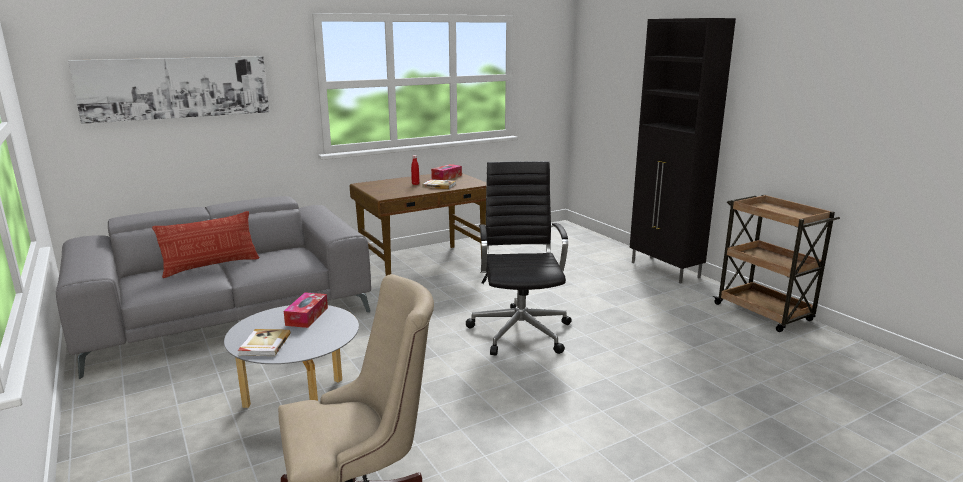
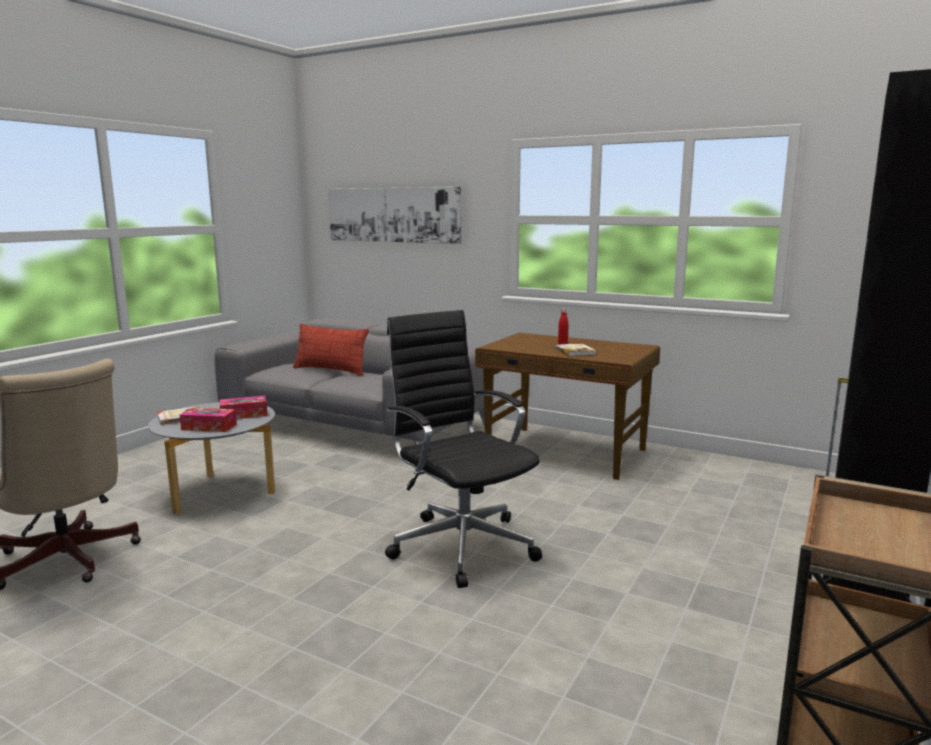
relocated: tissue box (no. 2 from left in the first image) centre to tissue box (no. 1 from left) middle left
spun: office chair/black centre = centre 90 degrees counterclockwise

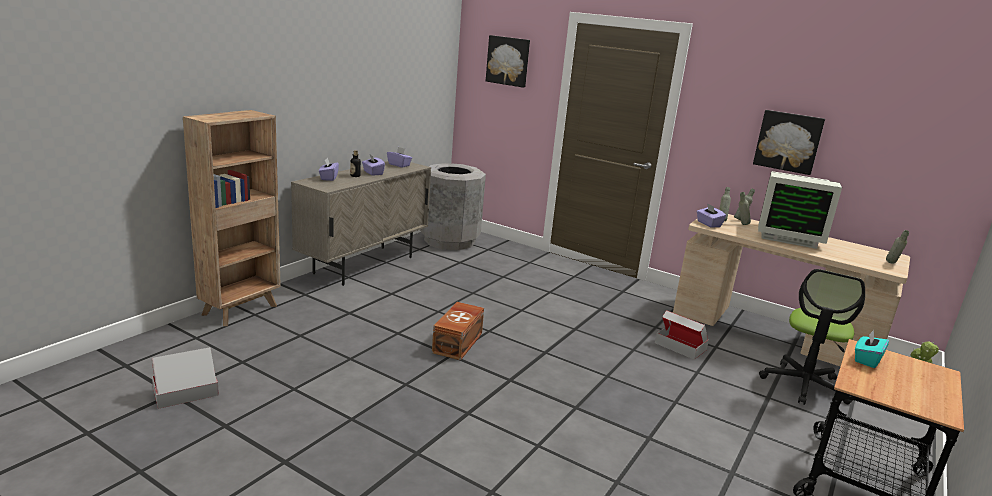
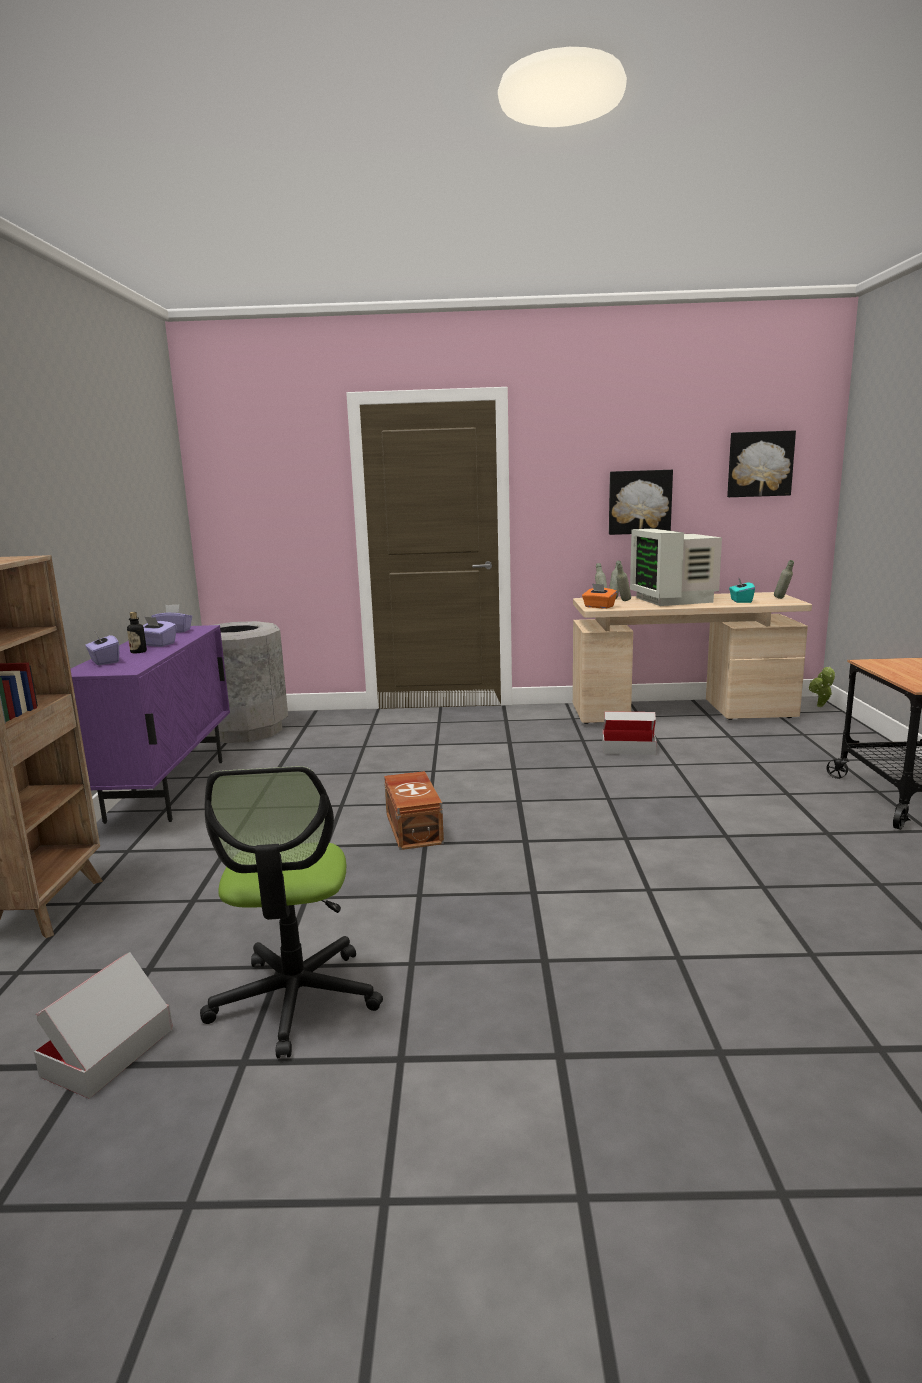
relocated: office chair bottom right to middle left; picture (no. 1 from left in the first image) top centre to picture (no. 2 from left) middle right; tissue box/turquoise bottom right to middle right
colour: cabinet/beige centre to cabinet/purple middle left; tissue box/purple (no. 4 from left) middle right to tissue box/orange centre
spun: monitor middle right = middle right 90 degrees clockwise

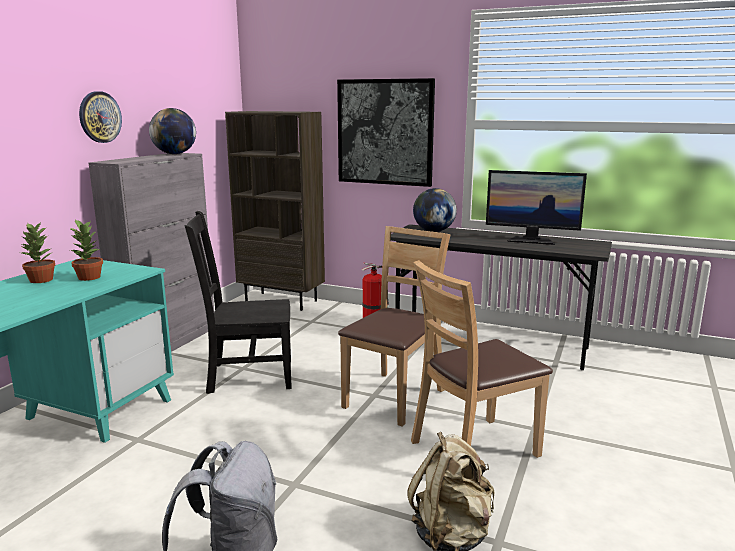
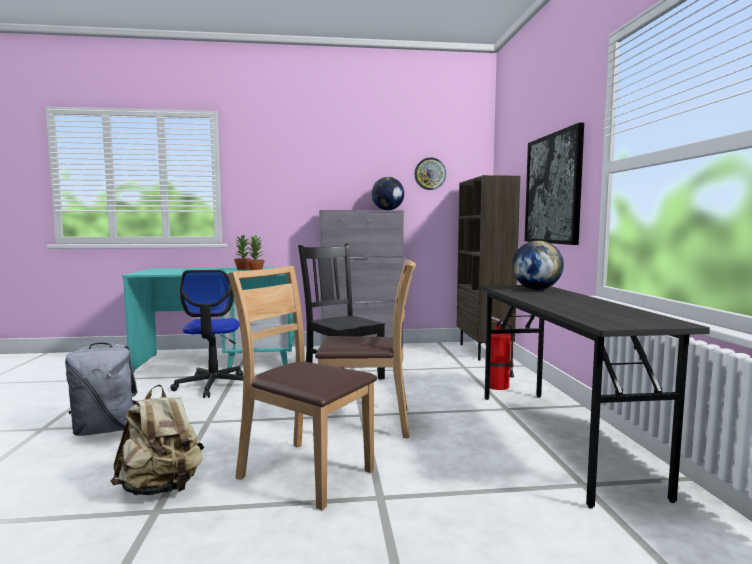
missing: monitor middle right
appeared: office chair middle left
relocated: wall clock top left to top centre

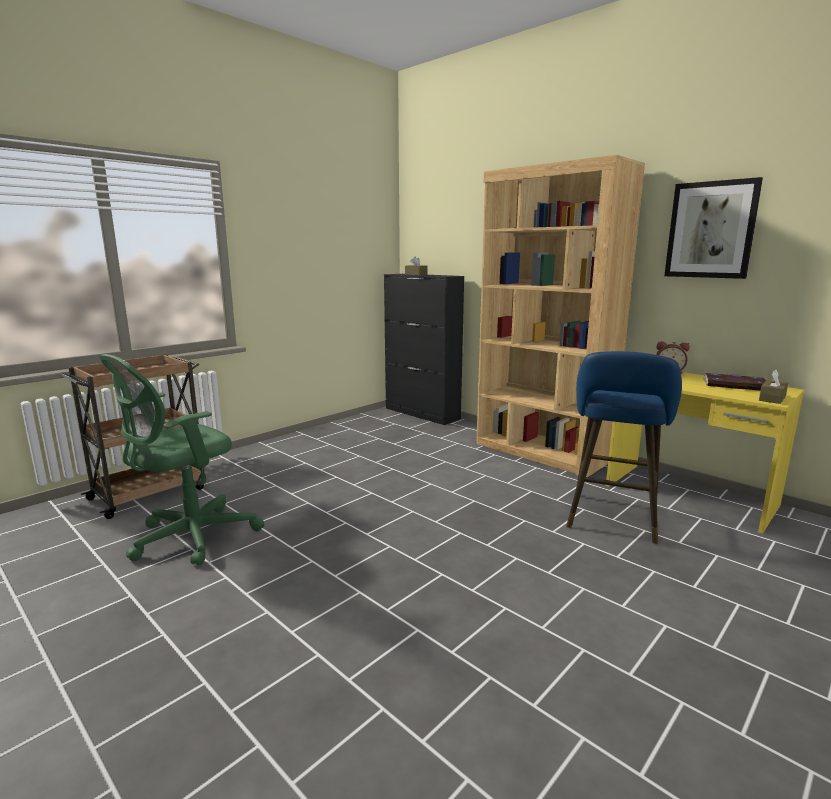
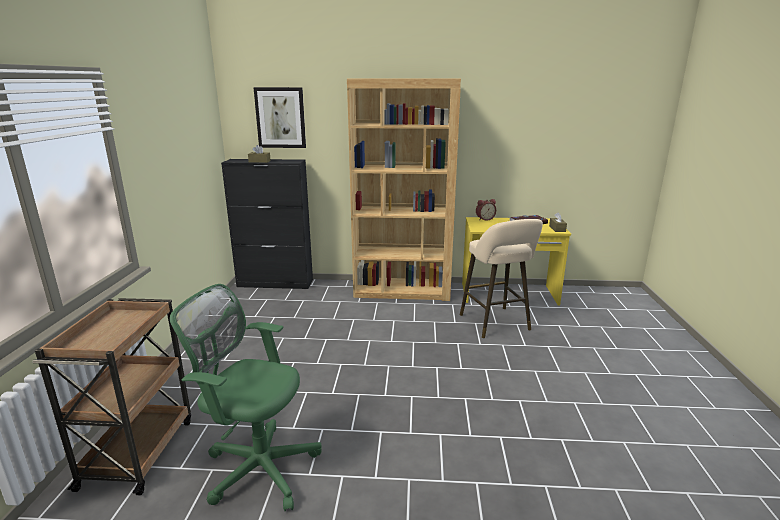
relocated: picture top right to top centre
colour: stool/blue middle right to stool/beige centre
spun: office chair/green middle left = bottom left 105 degrees clockwise

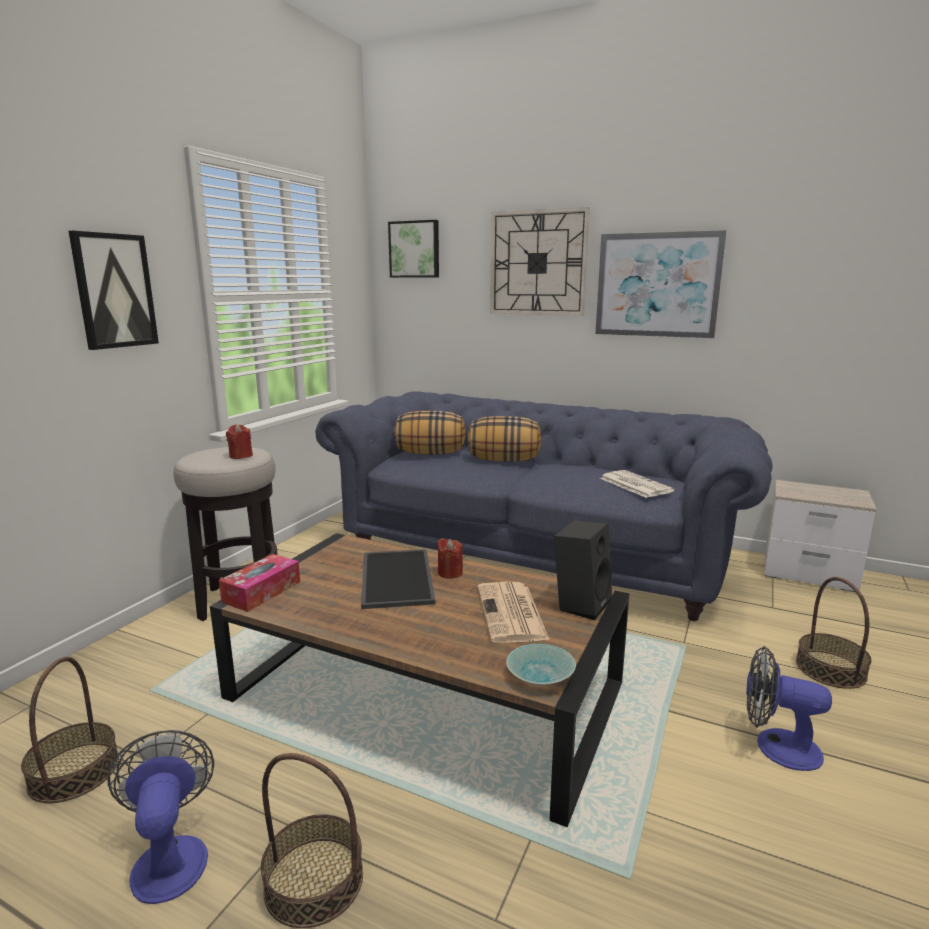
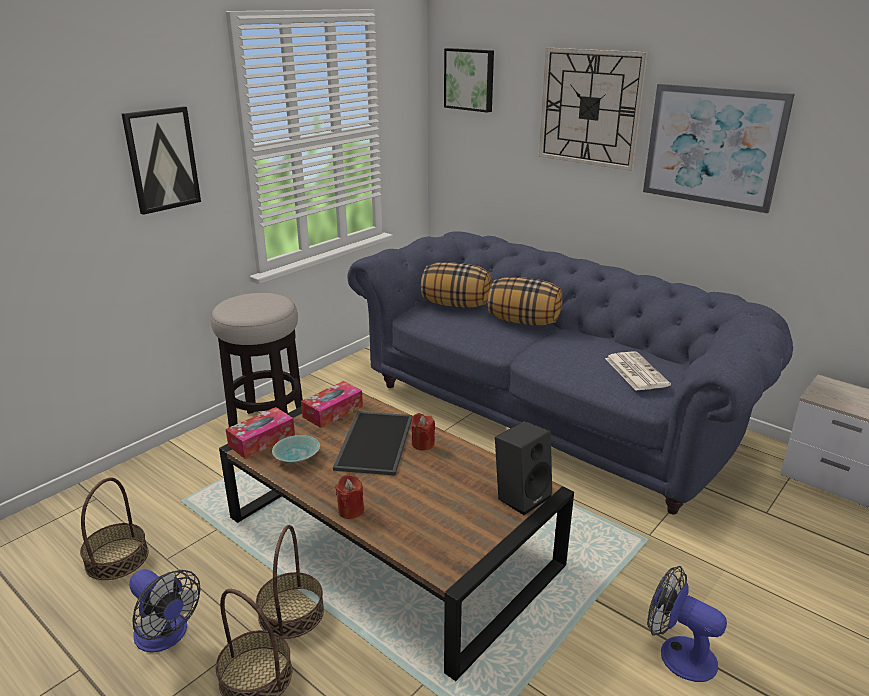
missing: newspaper (no. 1 from left) centre
appeared: tissue box (no. 2 from left) centre
relocated: basket (no. 3 from left) bottom right to bottom centre; bowl/turquoise bottom centre to centre; candle/red (no. 1 from left) middle left to bottom centre
spun: fan (no. 1 from left) bottom left = bottom left 135 degrees clockwise

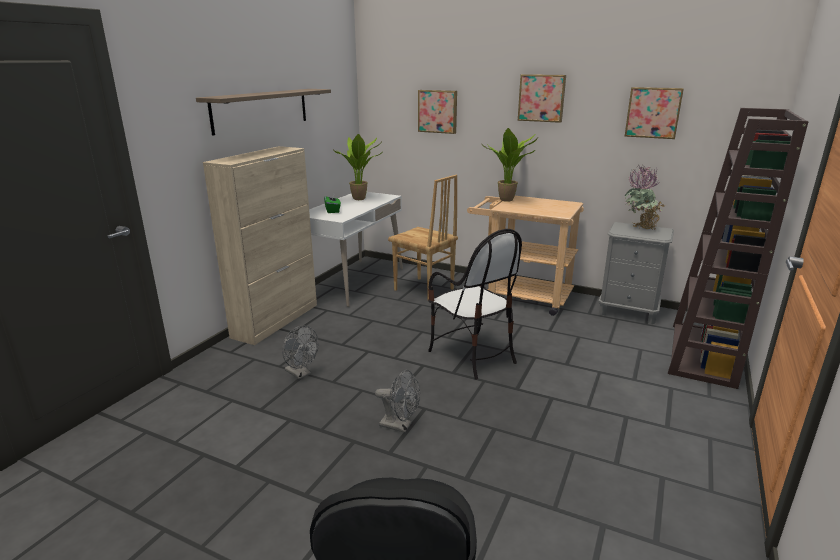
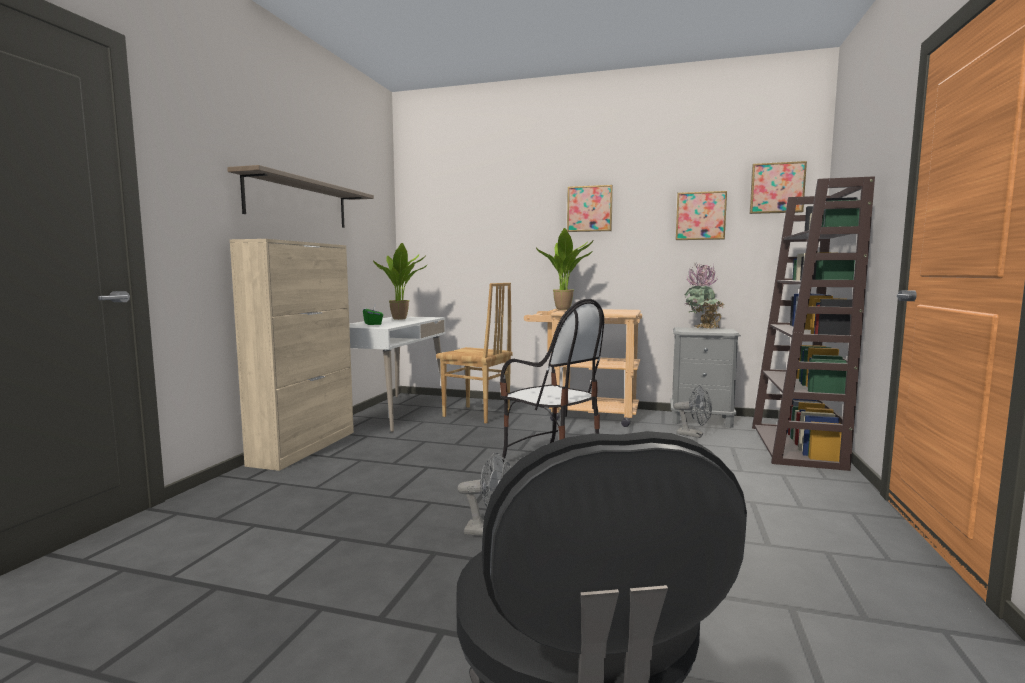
relocated: fan/grey (no. 1 from left in the first image) centre to fan/grey (no. 2 from left) middle right; picture (no. 1 from left in the first image) top centre to picture (no. 3 from left) top right

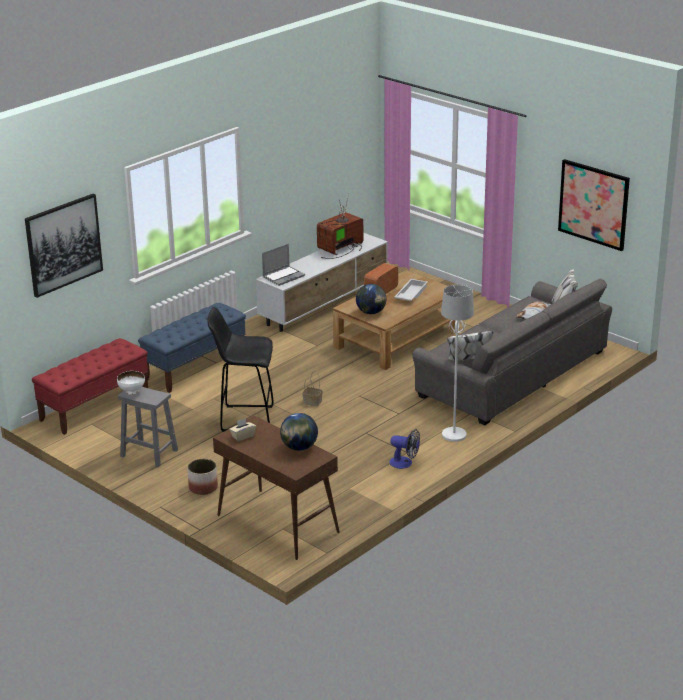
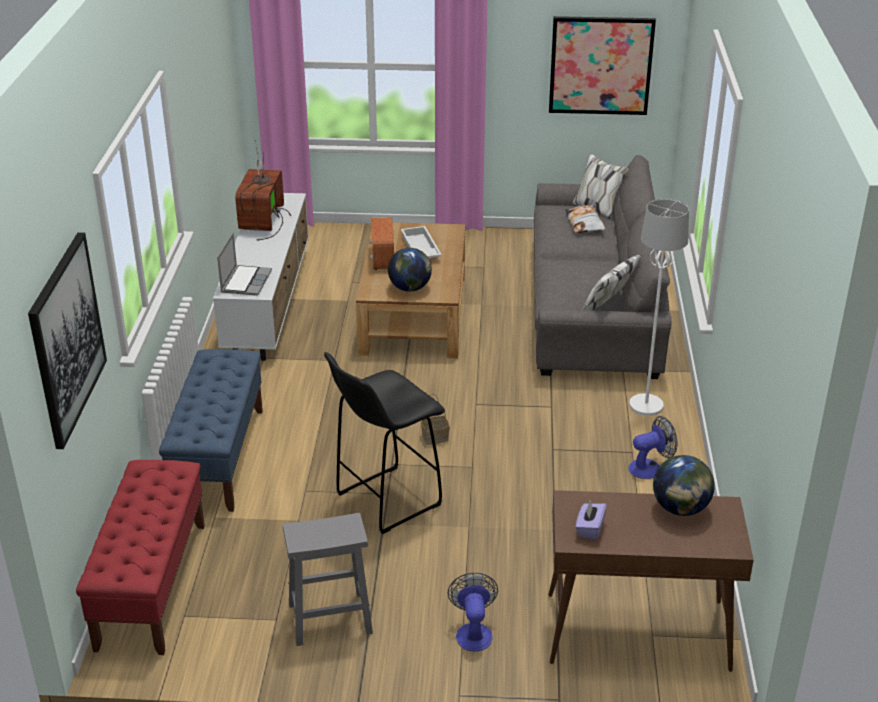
missing: bowl/white middle left
exchanged: planter bottom left to fan (no. 1 from left) bottom centre
colour: tissue box/beige centre to tissue box/purple bottom right

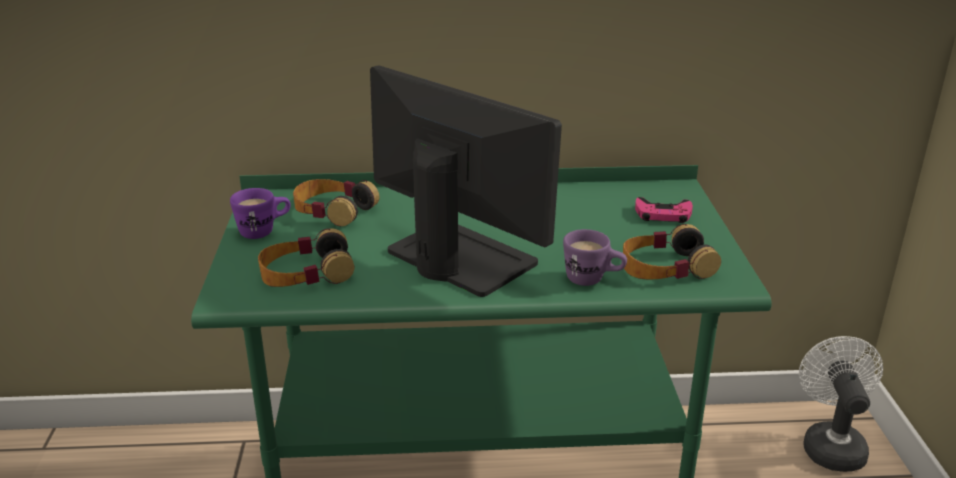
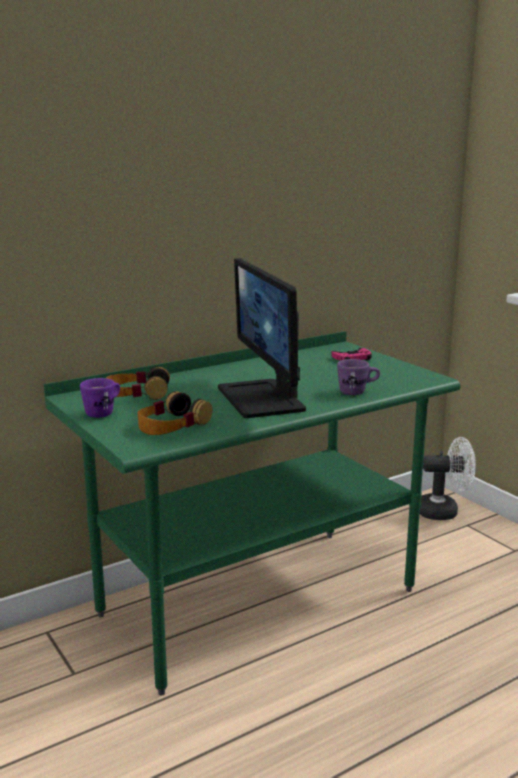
missing: headphones (no. 3 from left) middle right
spun: monitor centre = centre 120 degrees counterclockwise; fan/white bottom right = middle right 120 degrees clockwise

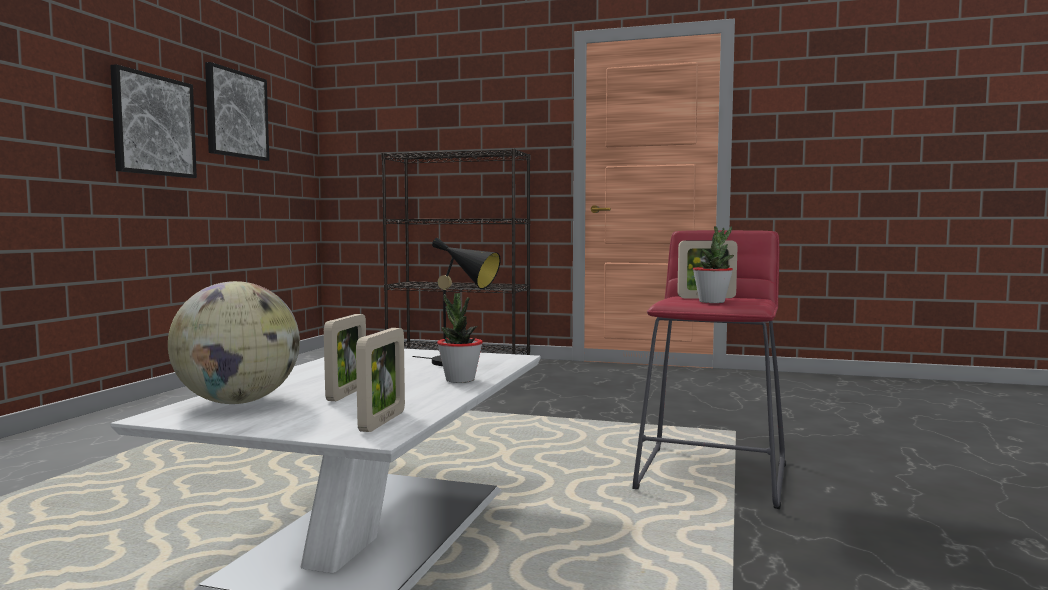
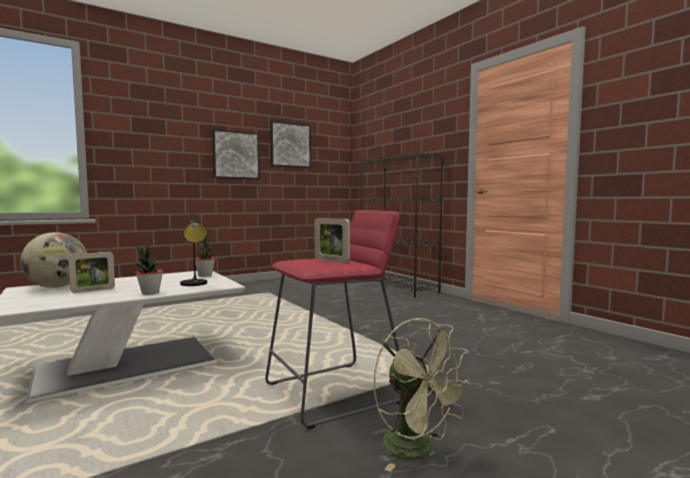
missing: picture frame (no. 2 from left) centre
appeared: fan/green bottom centre
relocated: potted plant (no. 2 from left) middle right to middle left

